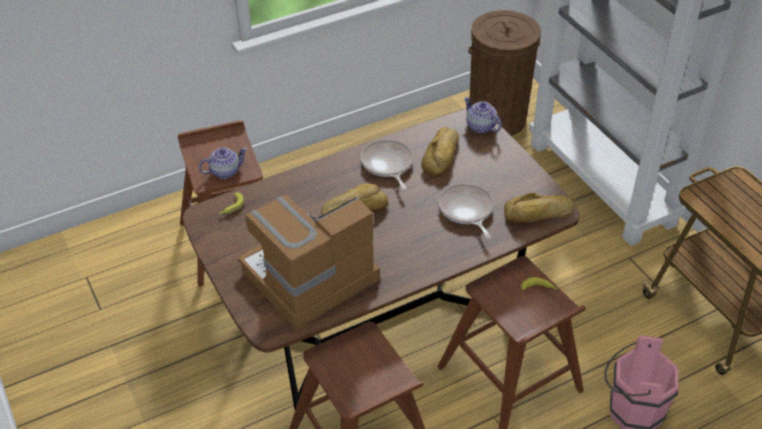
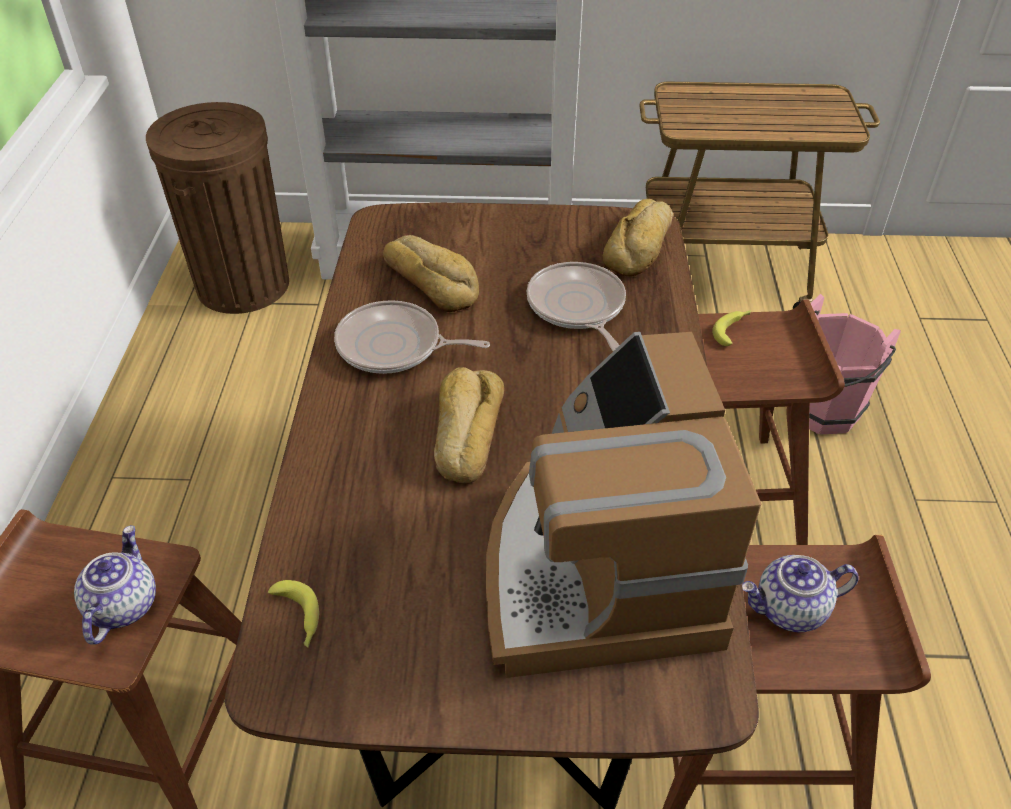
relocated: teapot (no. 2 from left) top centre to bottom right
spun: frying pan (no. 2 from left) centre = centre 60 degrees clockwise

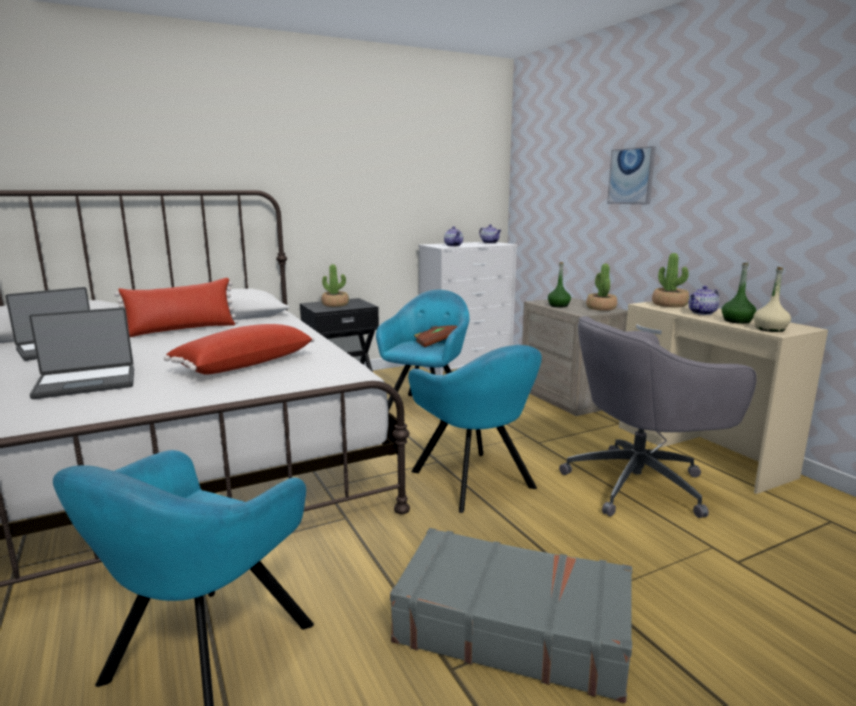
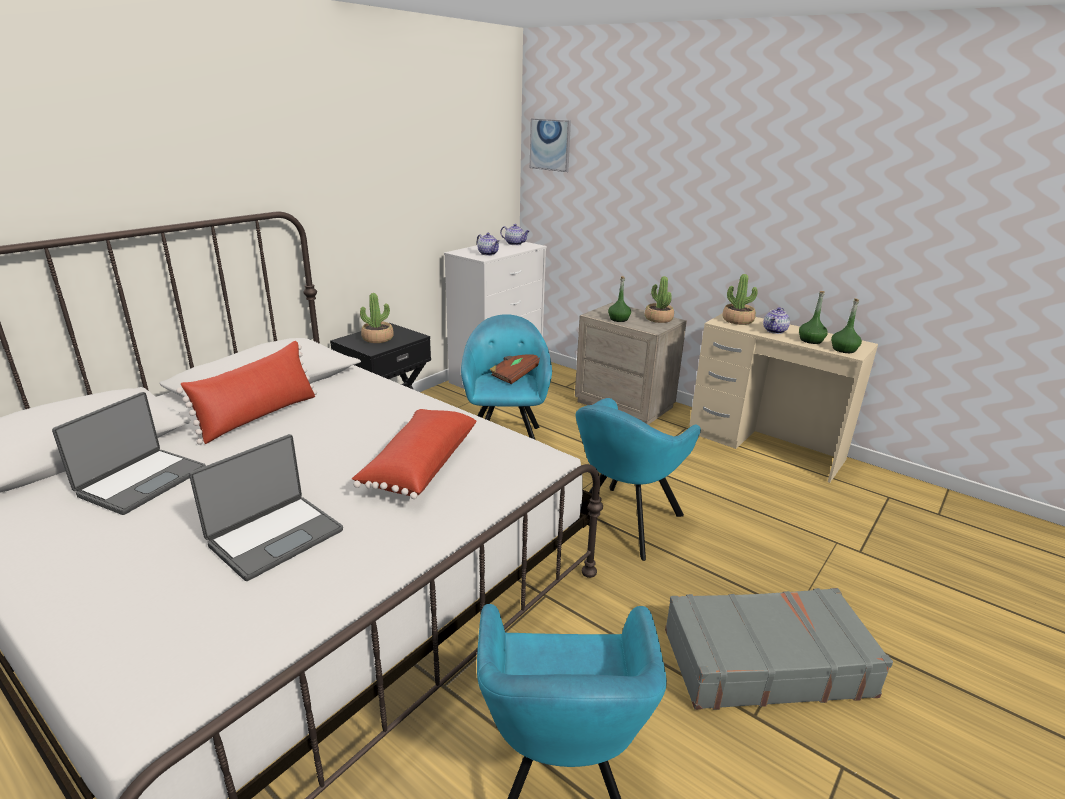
missing: office chair/grey middle right
relocated: picture top right to top centre
colour: bottle/beige middle right to bottle/green (no. 3 from left) middle right
spun: armchair/turquoise (no. 3 from left) centre = centre 90 degrees clockwise

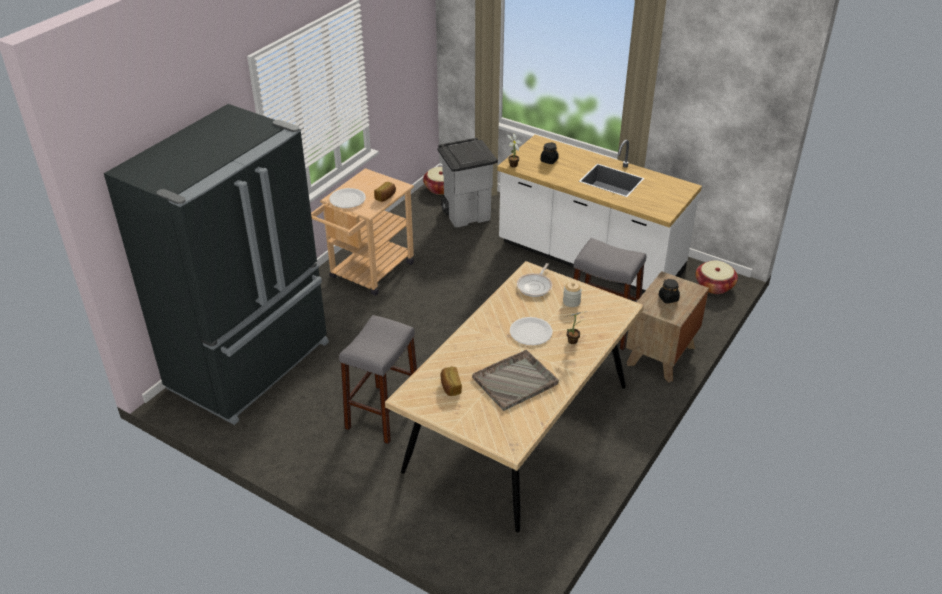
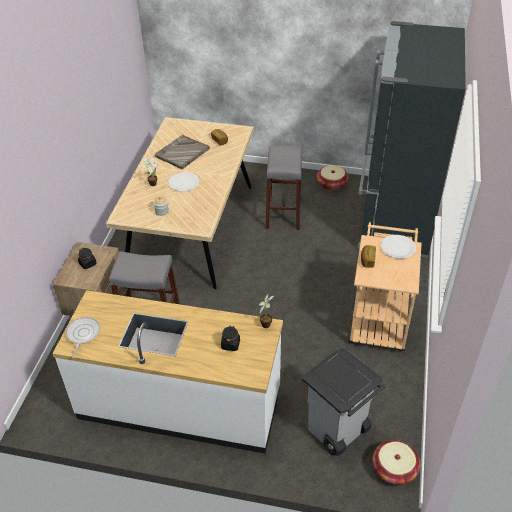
relocated: frying pan centre to middle left; basket (no. 2 from left in the first image) middle right to basket (no. 1 from left) centre

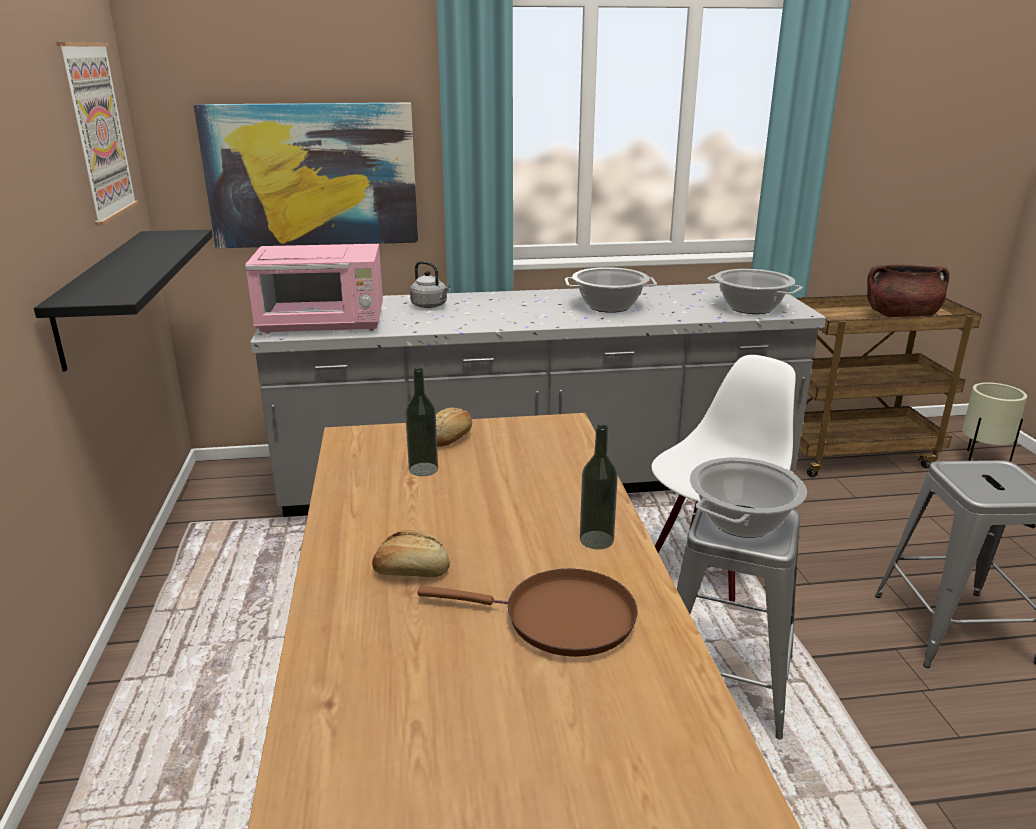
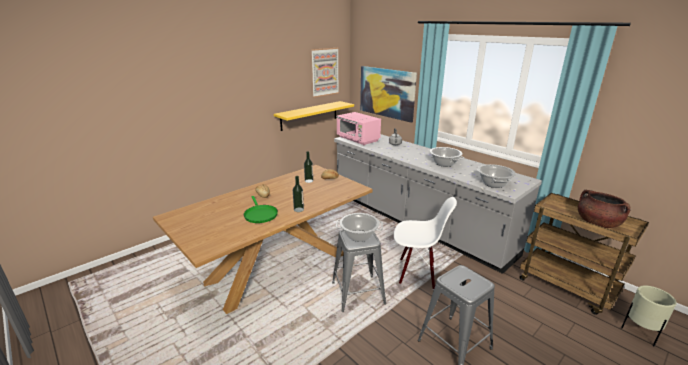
colour: frying pan/brown bottom centre to frying pan/green centre; shelf/black middle left to shelf/yellow top centre

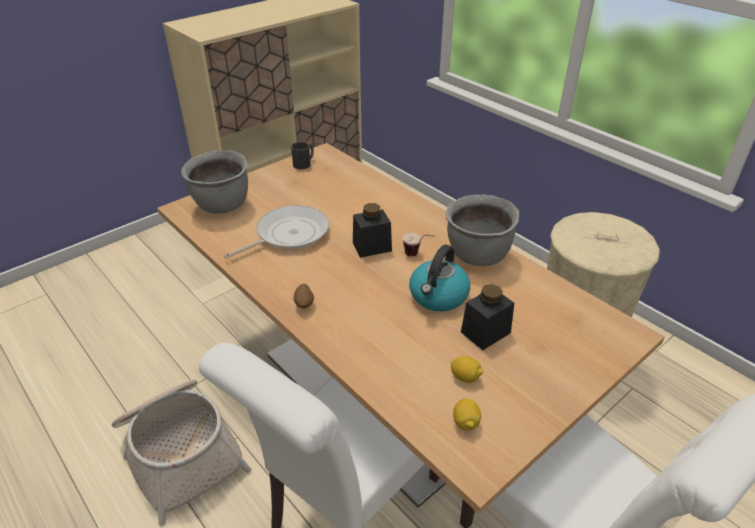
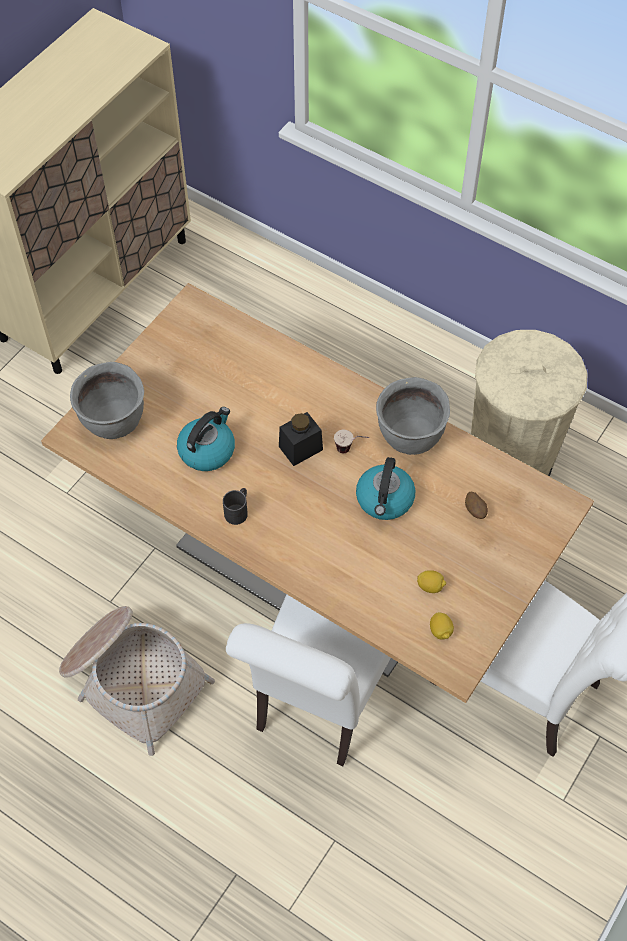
missing: jar/black (no. 2 from left) centre
relocated: mug/black top centre to centre; potato centre to middle right
exchanged: frying pan centre to kettle (no. 1 from left) middle left

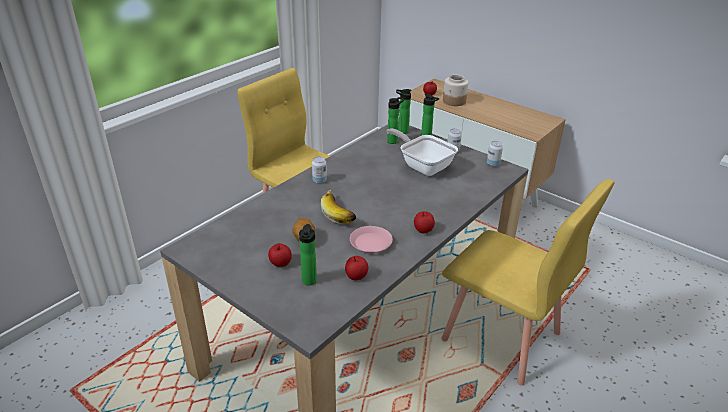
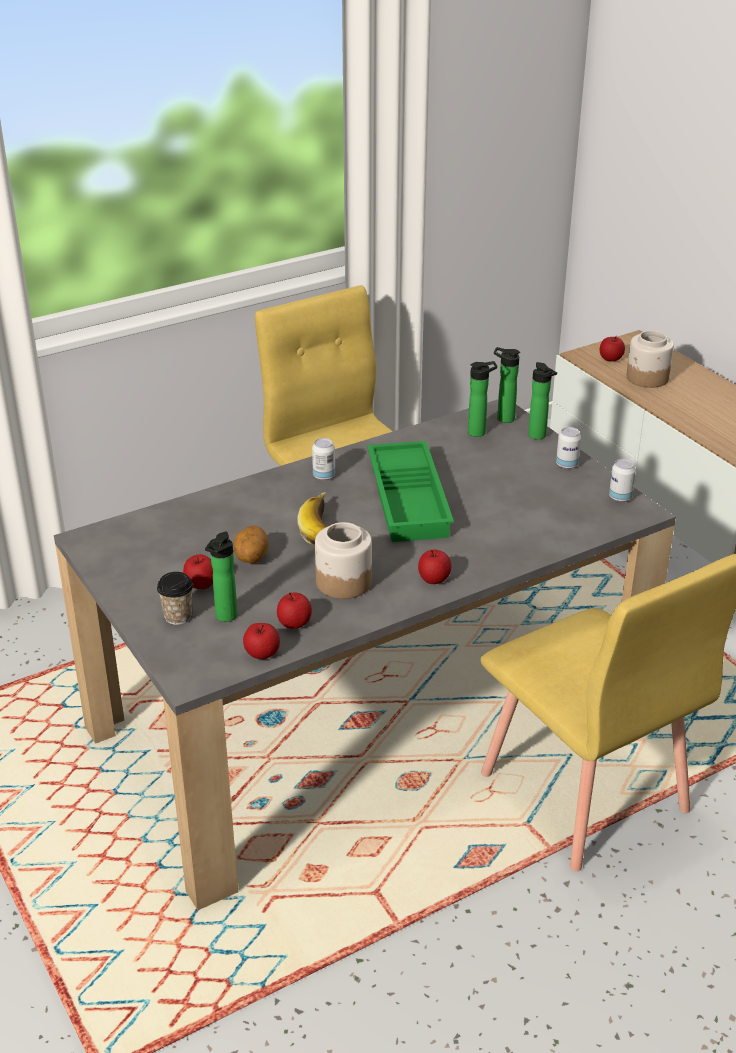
missing: frying pan centre
appeared: cup middle left; apple (no. 2 from left) centre; tray/green centre
exchanged: plate/pink centre to jar (no. 1 from left) centre

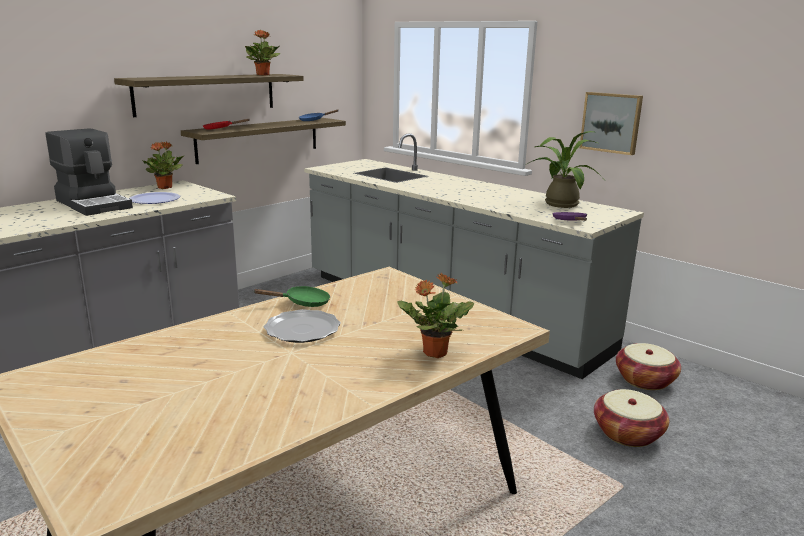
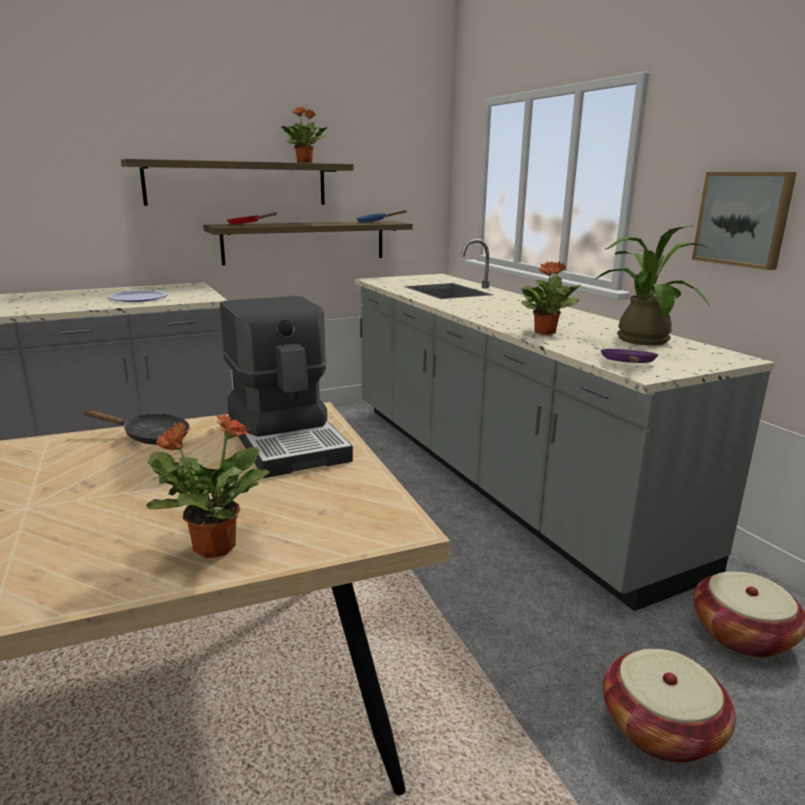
missing: plate (no. 2 from left) centre
relocated: coffee machine top left to centre; potted plant (no. 1 from left in the first image) top left to potted plant (no. 3 from left) middle right
colour: frying pan/green centre to frying pan/black middle left

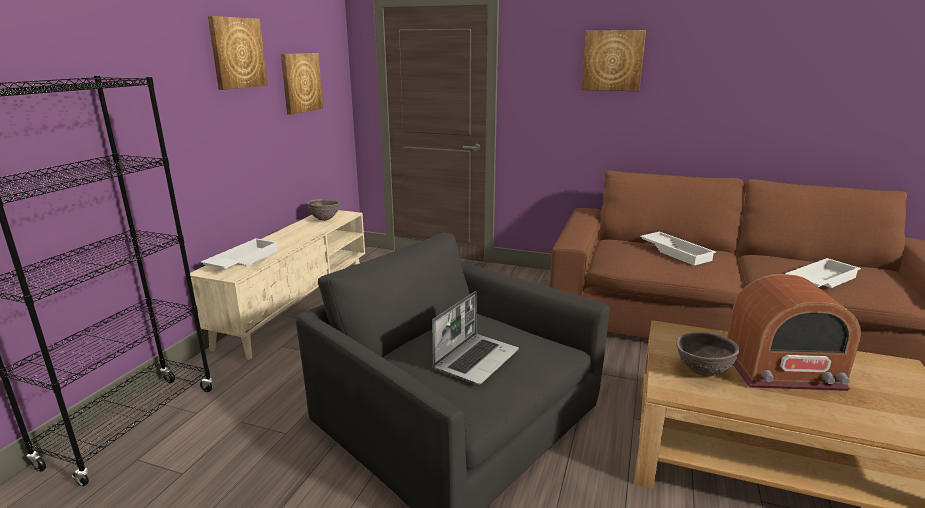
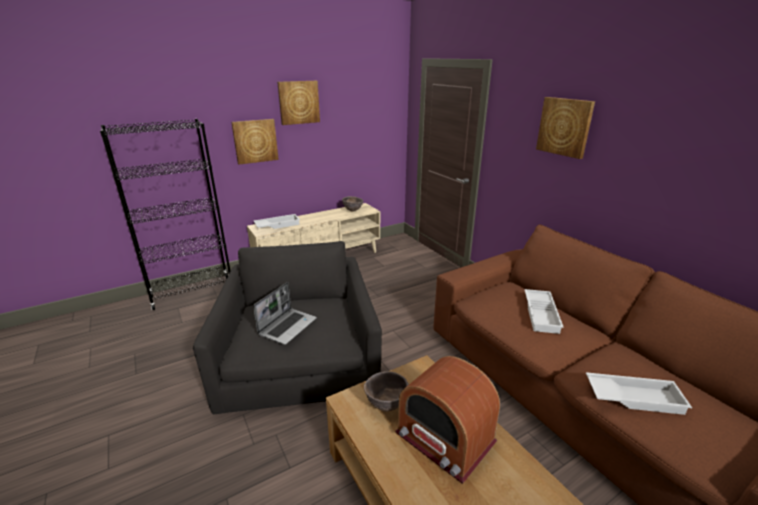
relocated: picture (no. 2 from left in the first image) top left to picture (no. 1 from left) top centre
spun: laptop centre = centre 45 degrees counterclockwise

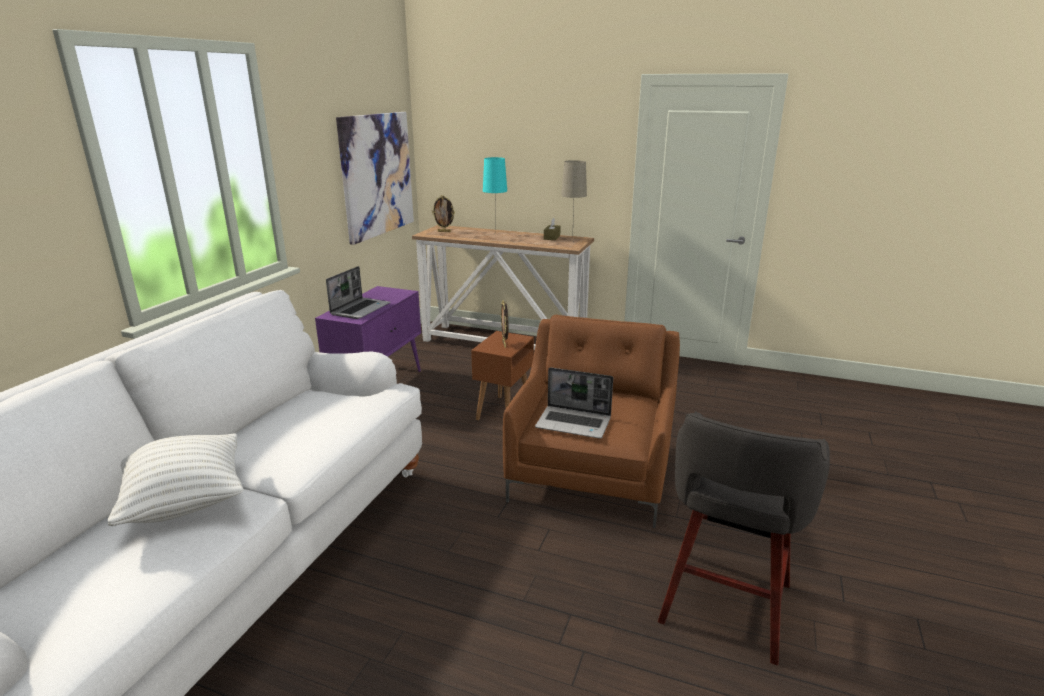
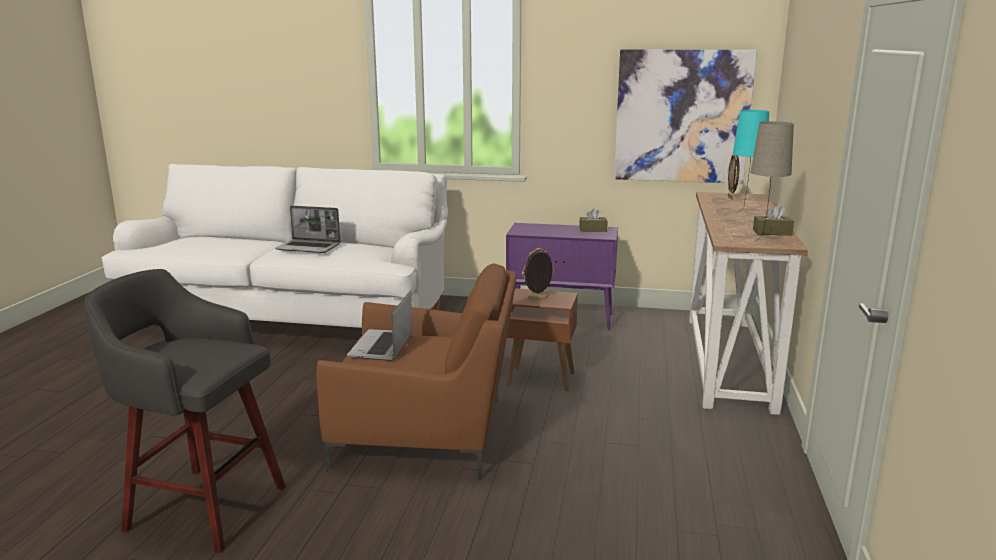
missing: pillow/white bottom left
appeared: tissue box/brown (no. 1 from left) centre
relocated: laptop (no. 1 from left) centre to middle left

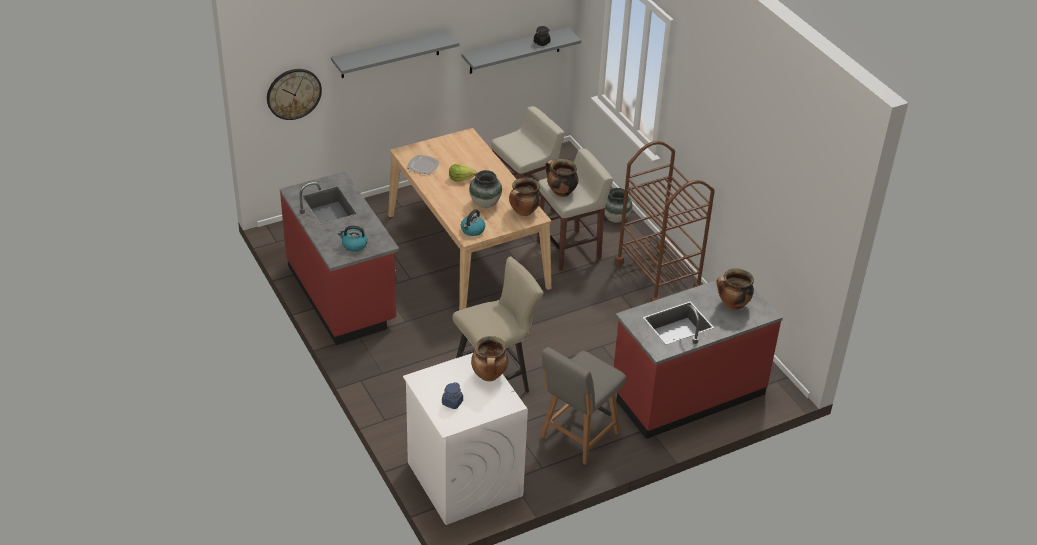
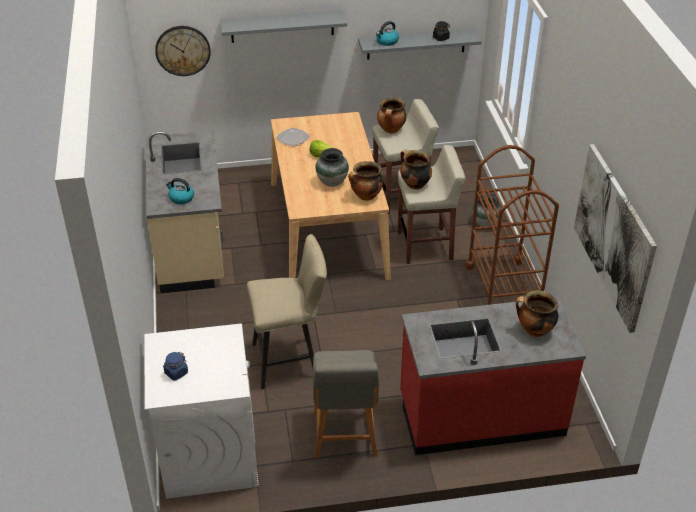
appeared: picture middle right
relocated: kettle (no. 2 from left) centre to top centre; cooking pot (no. 1 from left in the first image) centre to cooking pot (no. 2 from left) top centre
colour: counter/red (no. 1 from left) middle left to counter/beige middle left
spun: chair/grey bottom centre = bottom centre 60 degrees counterclockwise

